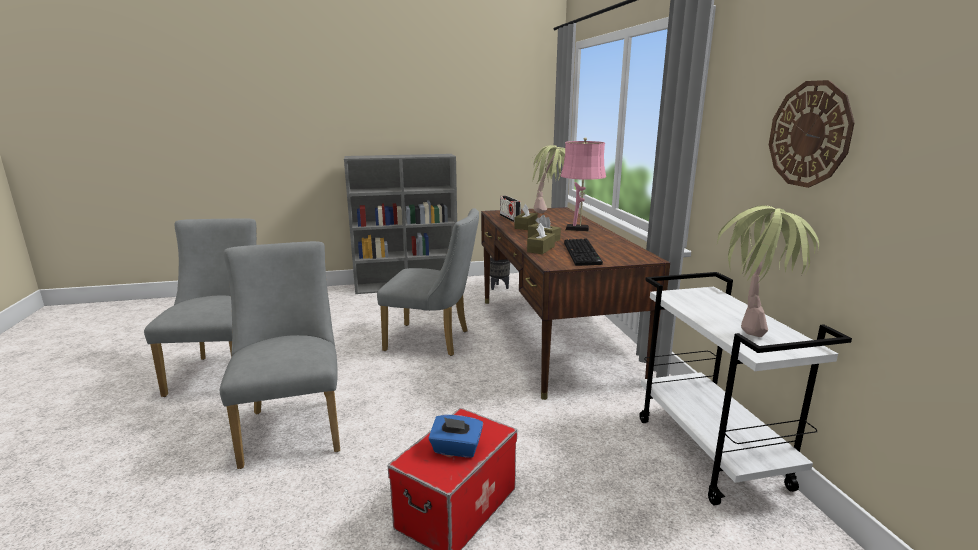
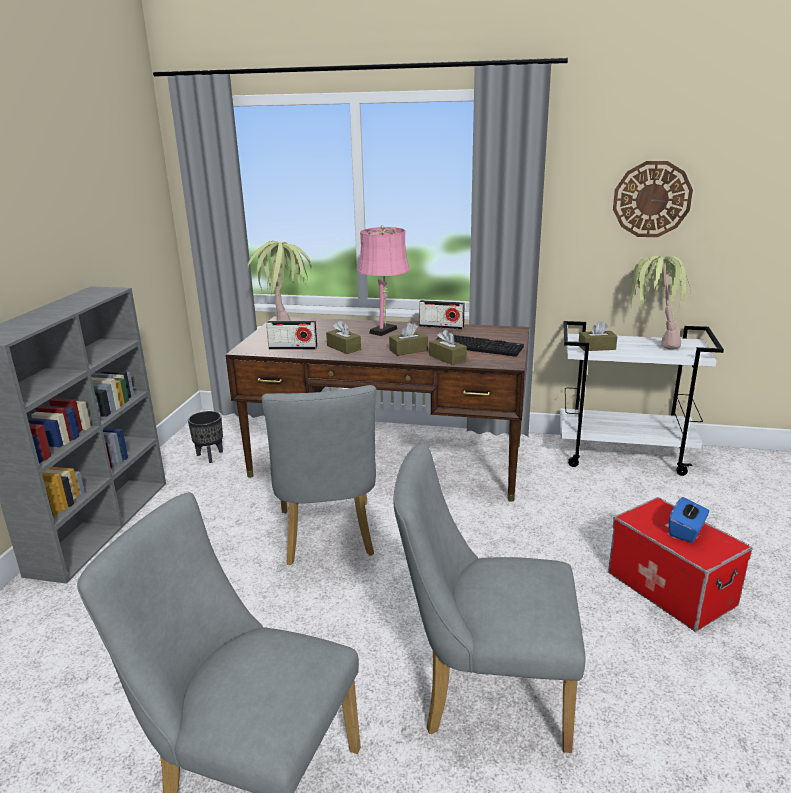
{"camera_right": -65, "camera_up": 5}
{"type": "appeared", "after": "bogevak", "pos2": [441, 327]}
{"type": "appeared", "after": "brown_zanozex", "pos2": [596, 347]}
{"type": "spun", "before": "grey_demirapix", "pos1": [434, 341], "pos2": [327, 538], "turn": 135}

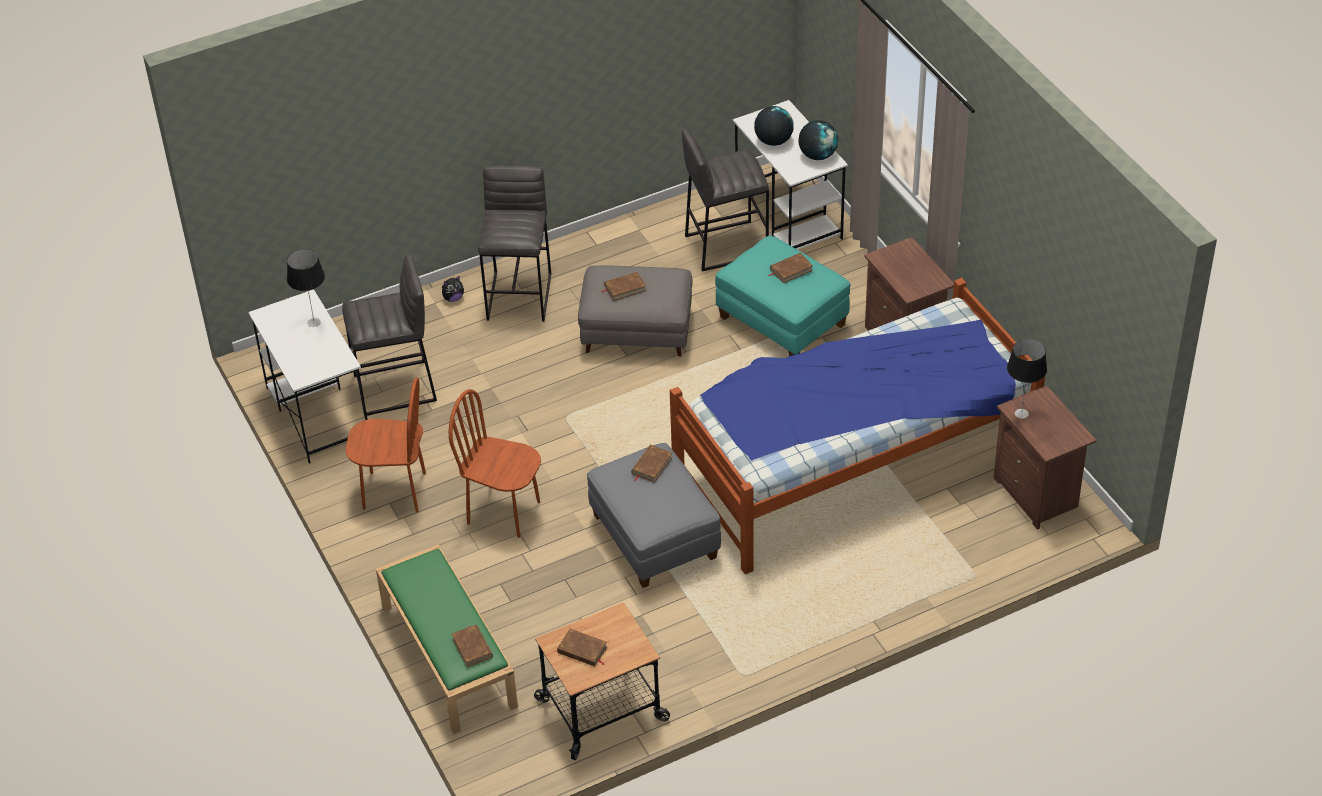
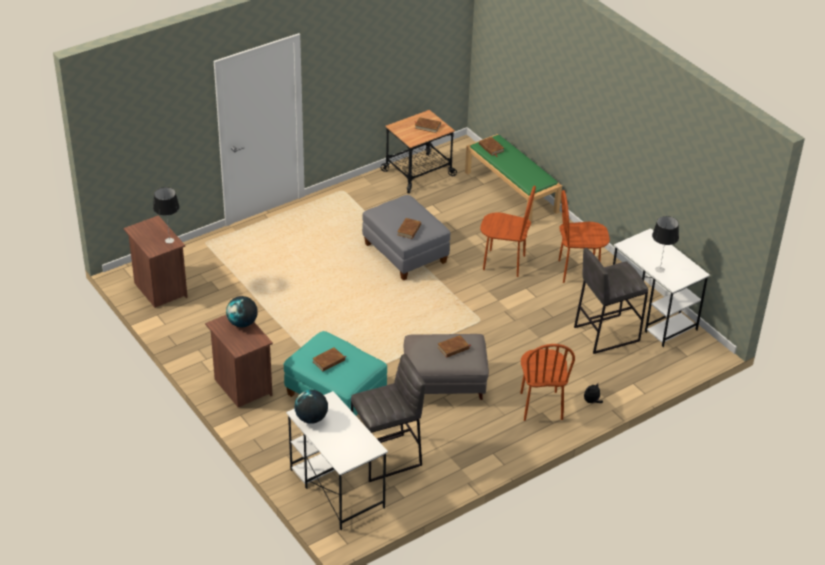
{"camera_right": 170, "camera_up": -5}
{"type": "missing", "before": "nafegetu", "pos1": [852, 463]}
{"type": "relocated", "before": "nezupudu", "pos1": [773, 141], "pos2": [242, 323]}
{"type": "exchanged", "before": "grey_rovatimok", "after": "brown_demirapix", "pos1": [520, 296], "pos2": [540, 406]}

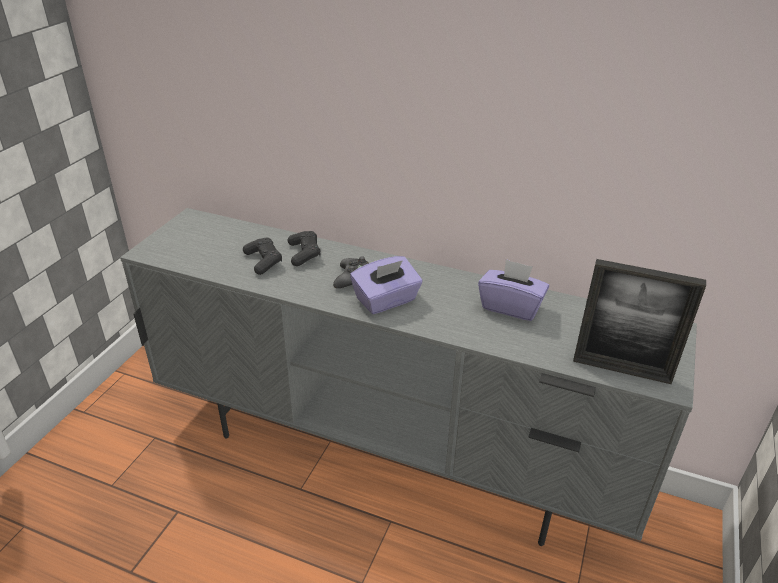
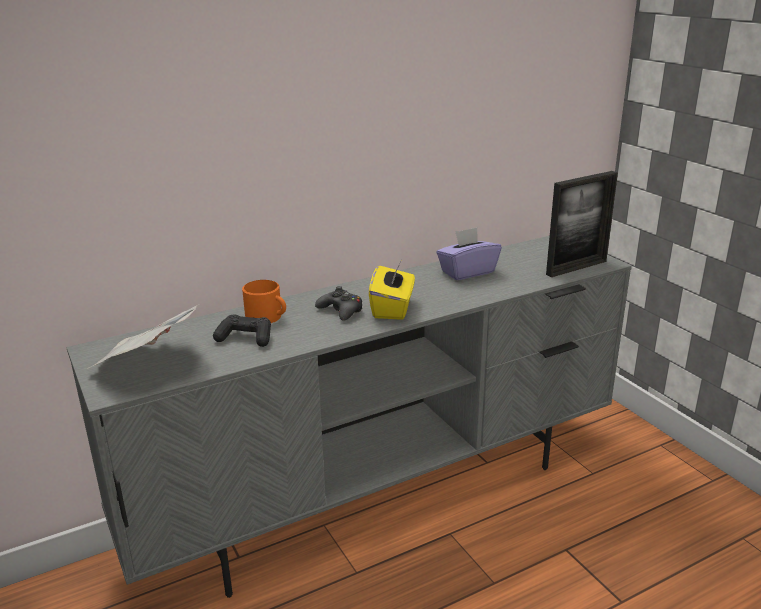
{"camera_right": -50, "camera_up": -10}
{"type": "appeared", "after": "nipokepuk", "pos2": [150, 363]}
{"type": "exchanged", "before": "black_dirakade", "after": "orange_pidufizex", "pos1": [304, 253], "pos2": [267, 317]}
{"type": "colour", "before": "purple_zanozex", "after": "yellow_zanozex", "pos1": [386, 300], "pos2": [392, 308]}

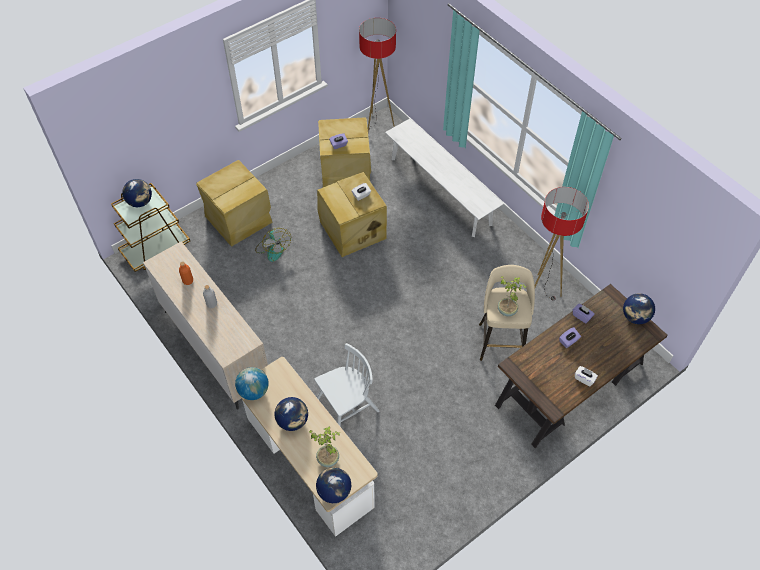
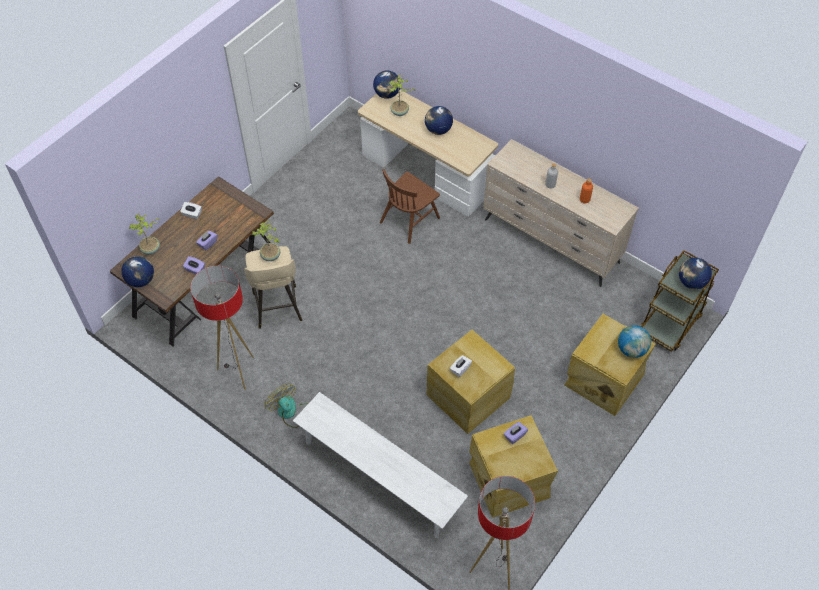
{"camera_right": 165, "camera_up": 0}
{"type": "appeared", "after": "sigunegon", "pos2": [151, 250]}
{"type": "relocated", "before": "nezupudu", "pos1": [254, 391], "pos2": [631, 350]}
{"type": "relocated", "before": "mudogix", "pos1": [273, 249], "pos2": [290, 412]}
{"type": "colour", "before": "white_demirapix", "after": "brown_demirapix", "pos1": [347, 407], "pos2": [409, 219]}

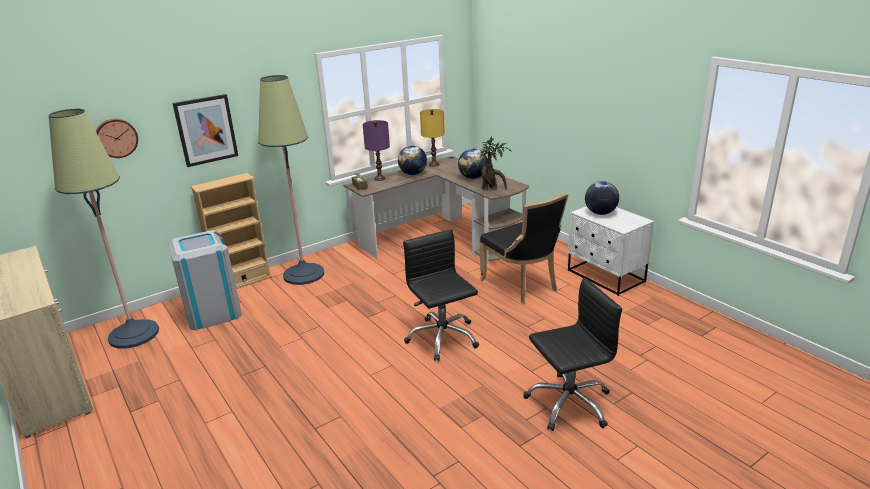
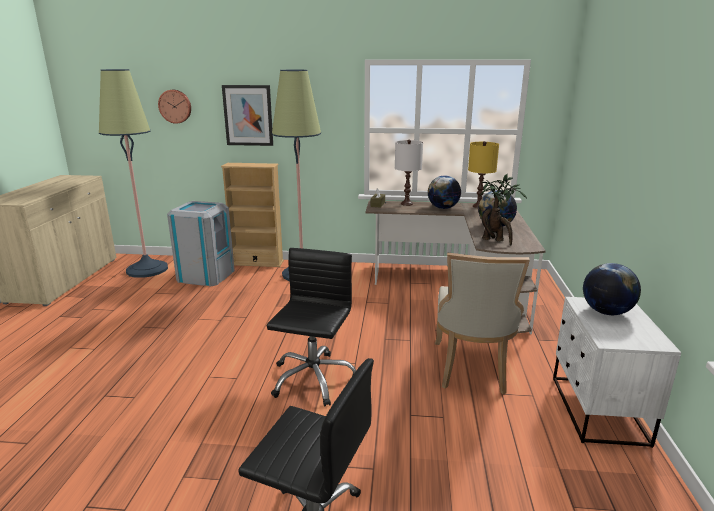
{"camera_right": 40, "camera_up": -5}
{"type": "colour", "before": "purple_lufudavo", "after": "white_lufudavo", "pos1": [379, 178], "pos2": [406, 203]}
{"type": "colour", "before": "black_demirapix", "after": "beige_demirapix", "pos1": [522, 285], "pos2": [471, 369]}

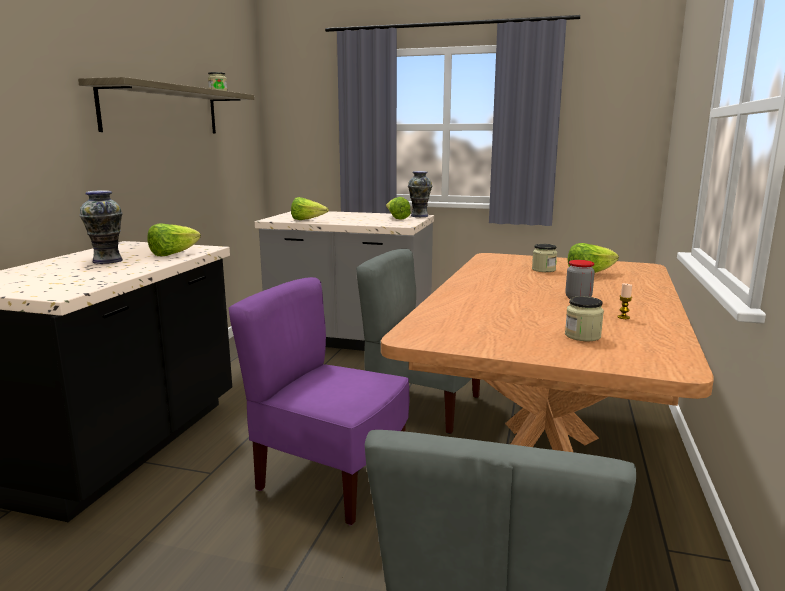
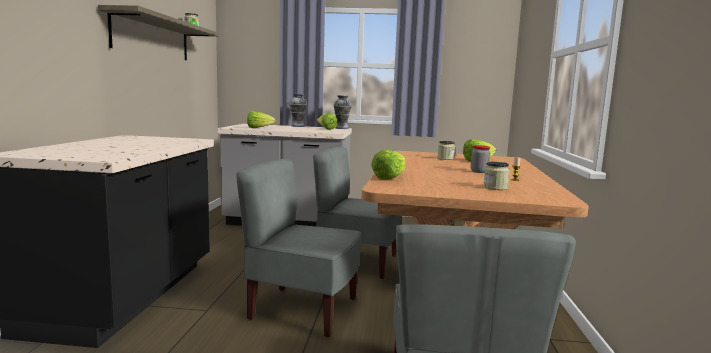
{"camera_right": -10, "camera_up": -5}
{"type": "relocated", "before": "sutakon", "pos1": [108, 261], "pos2": [298, 126]}
{"type": "relocated", "before": "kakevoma", "pos1": [173, 254], "pos2": [389, 178]}
{"type": "colour", "before": "purple_demirapix", "after": "grey_demirapix", "pos1": [330, 479], "pos2": [302, 310]}

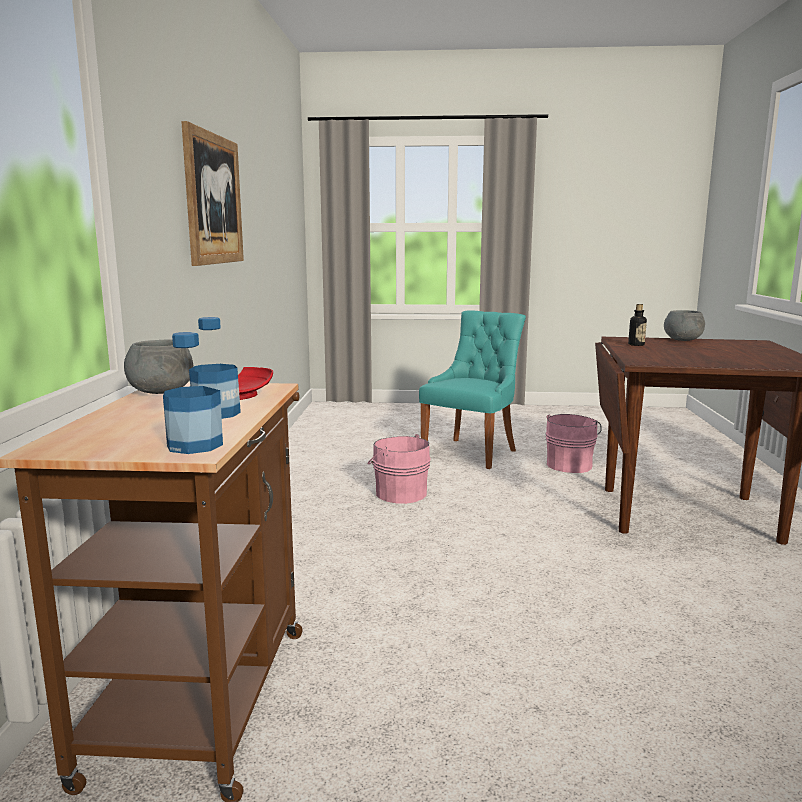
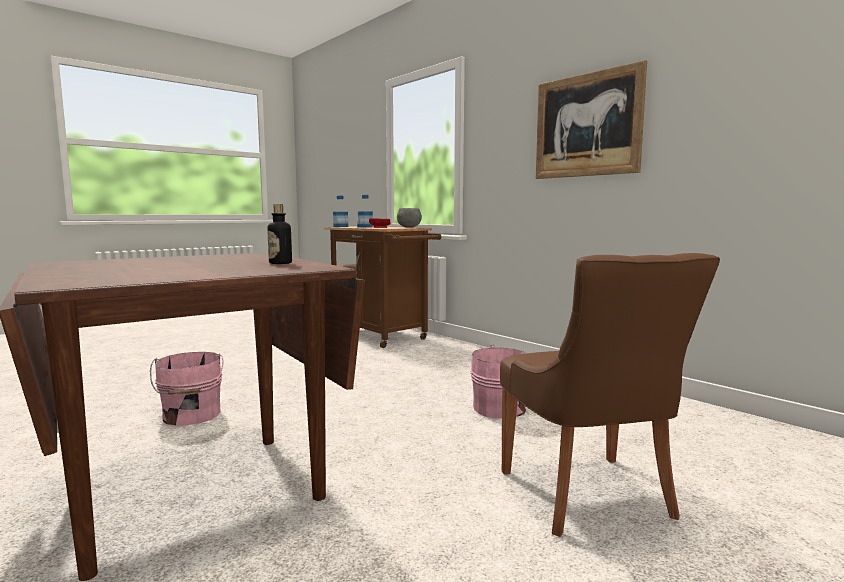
{"camera_right": 135, "camera_up": -5}
{"type": "missing", "before": "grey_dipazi", "pos1": [683, 340]}
{"type": "relocated", "before": "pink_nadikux", "pos1": [570, 465], "pos2": [191, 415]}
{"type": "colour", "before": "turquoise_demirapix", "after": "brown_demirapix", "pos1": [472, 452], "pos2": [589, 496]}

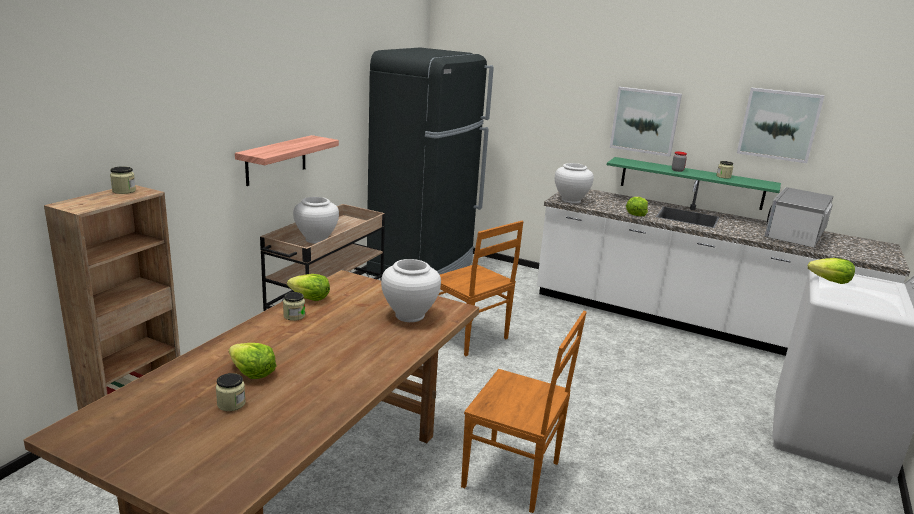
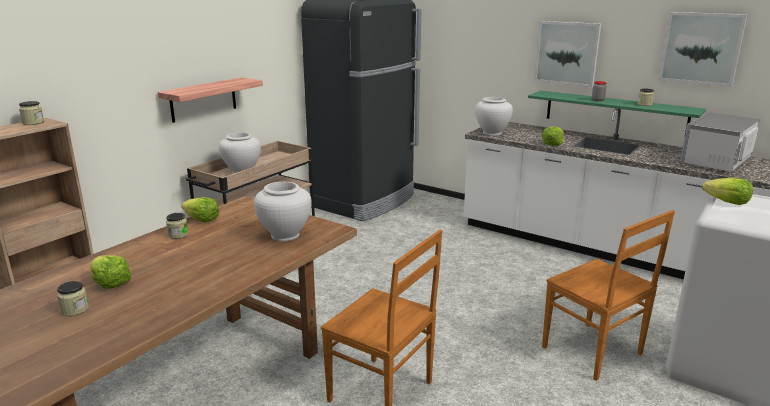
{"camera_right": 10, "camera_up": 0}
{"type": "relocated", "before": "brown_demirapix", "pos1": [470, 338], "pos2": [594, 352]}

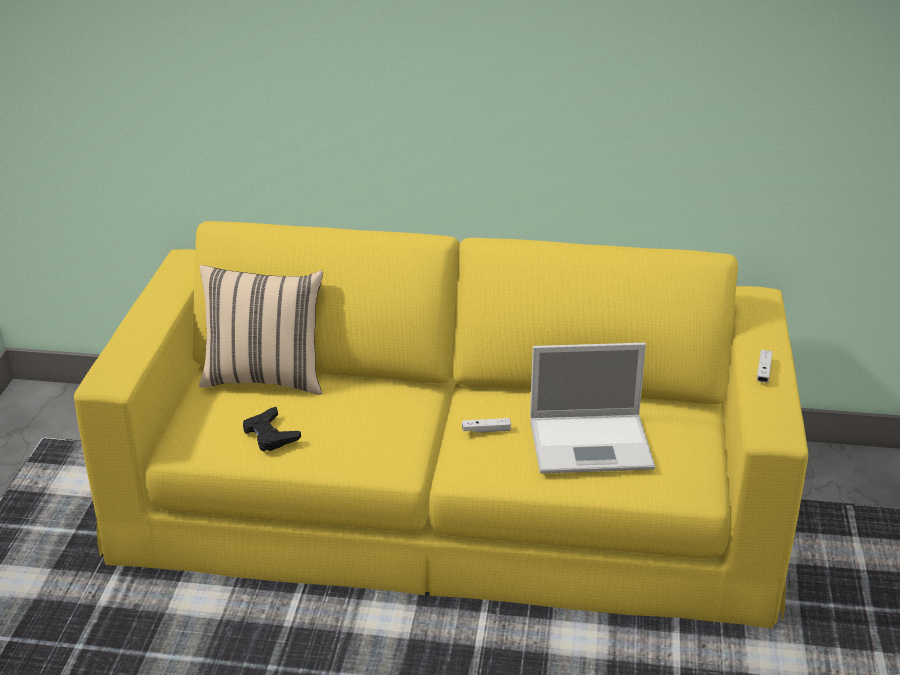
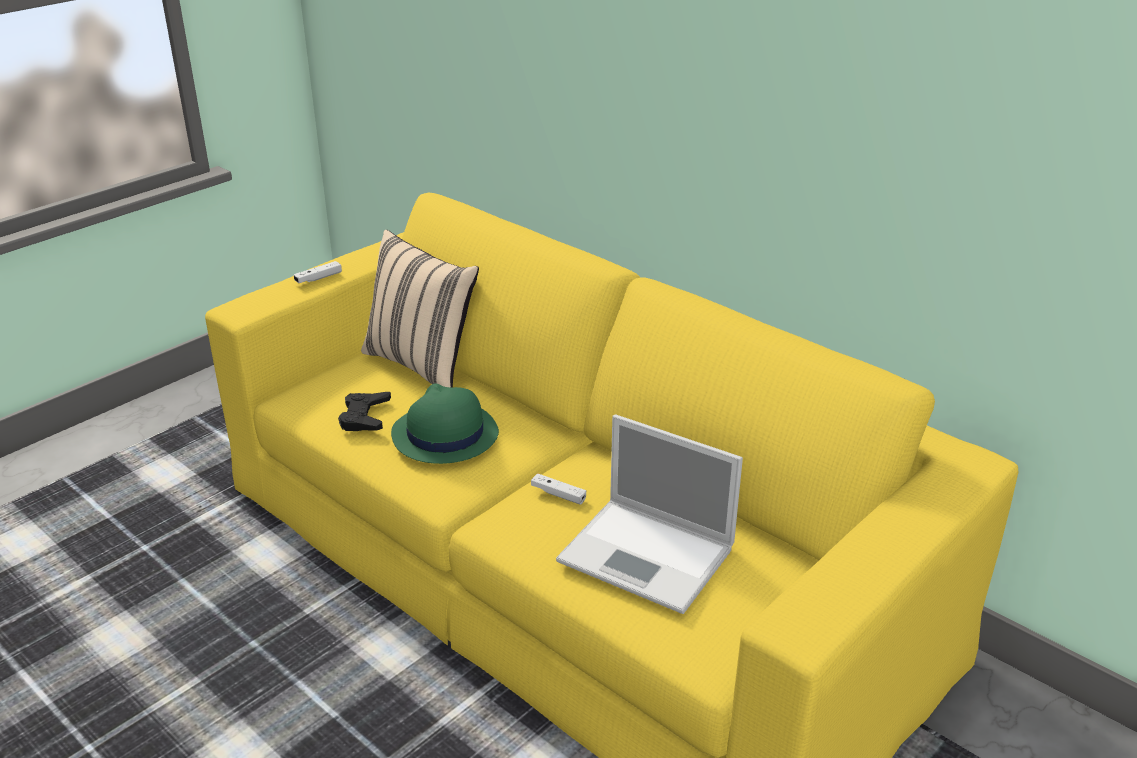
{"camera_right": 35, "camera_up": 0}
{"type": "appeared", "after": "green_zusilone", "pos2": [444, 435]}
{"type": "relocated", "before": "white_dirakade", "pos1": [763, 371], "pos2": [318, 278]}

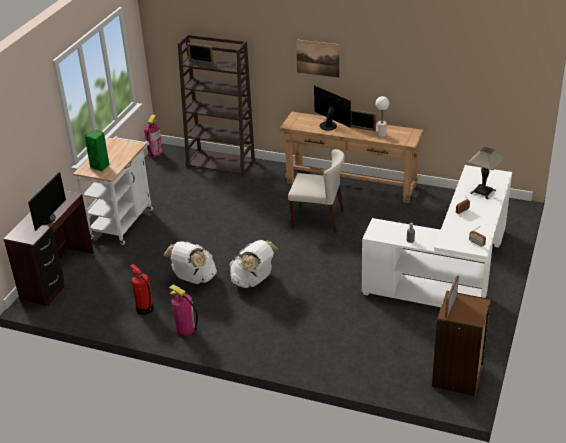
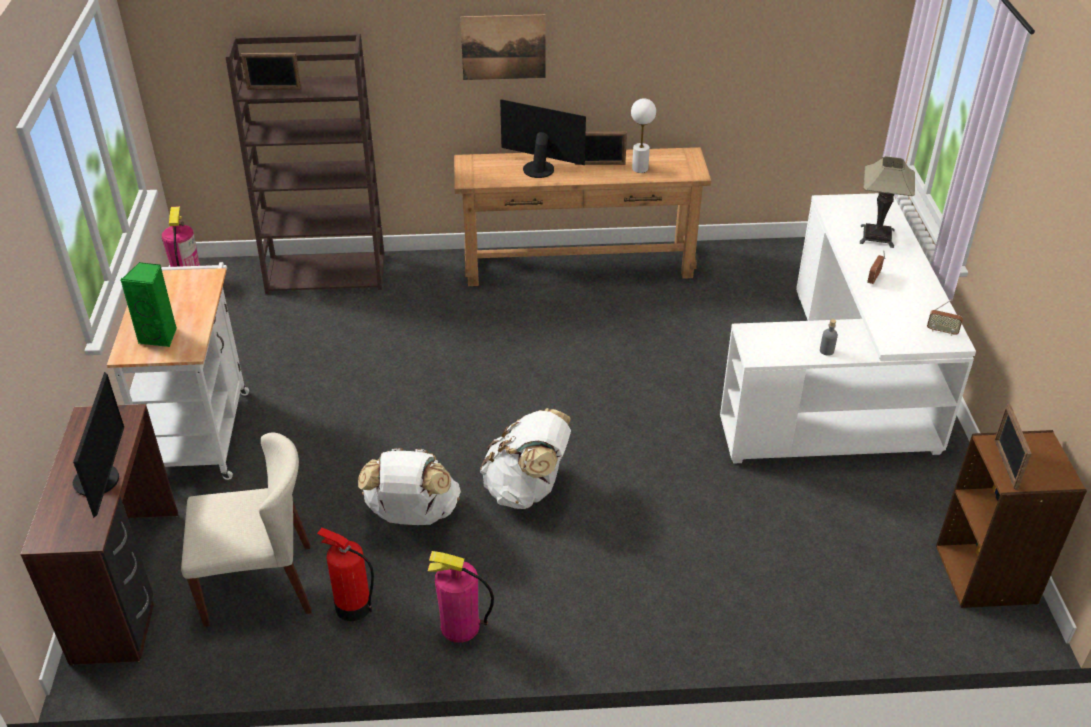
{"camera_right": -25, "camera_up": 5}
{"type": "relocated", "before": "beige_demirapix", "pos1": [318, 219], "pos2": [260, 584]}

